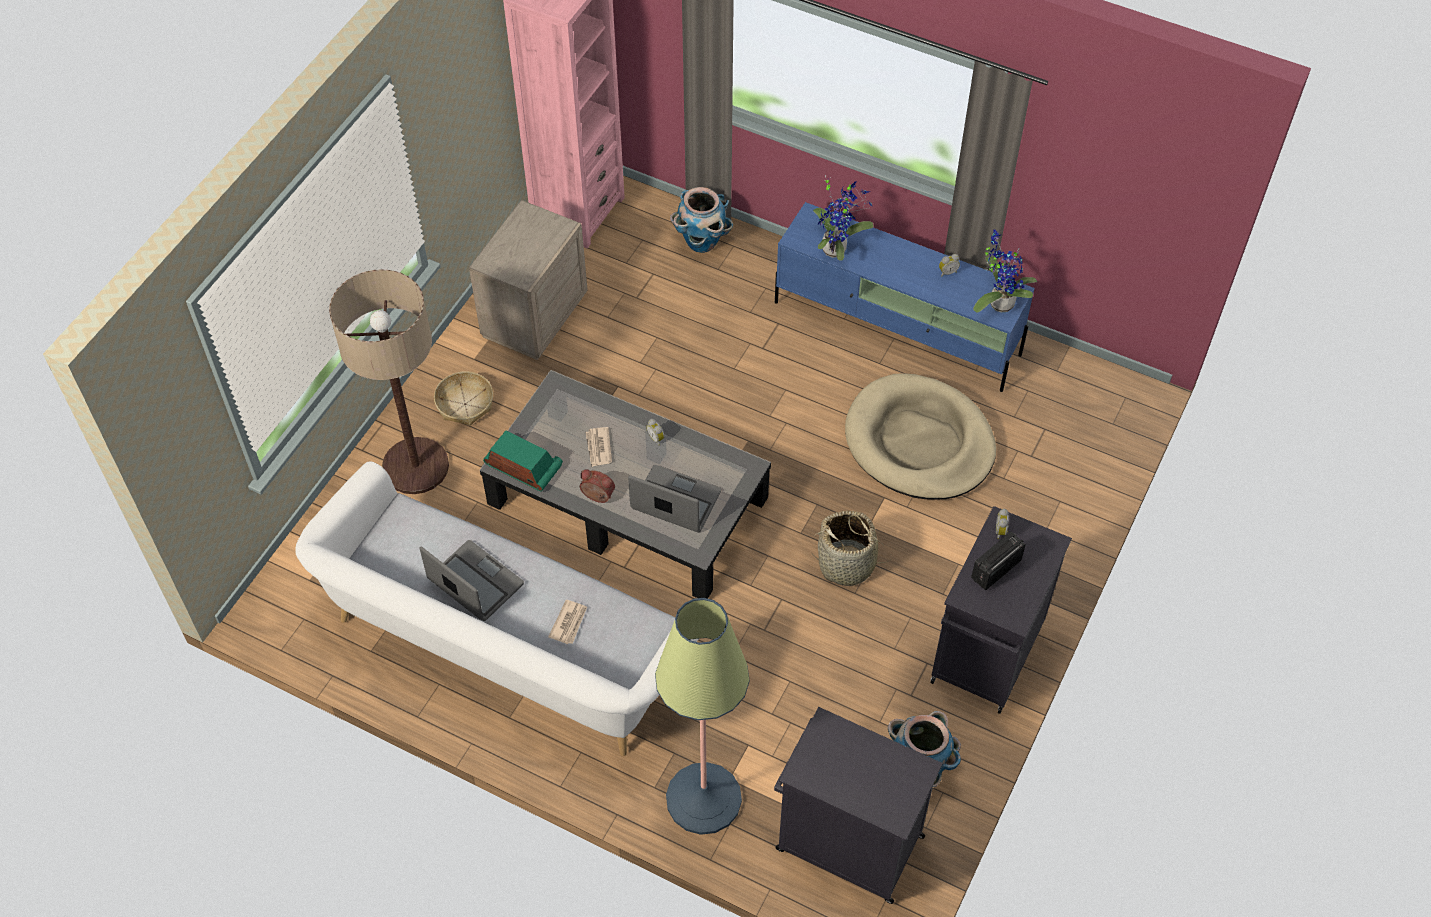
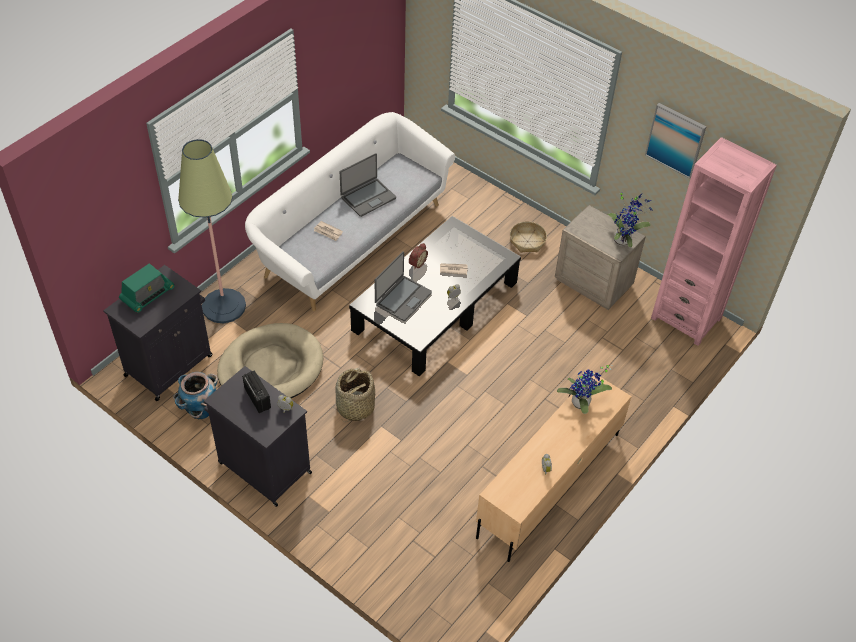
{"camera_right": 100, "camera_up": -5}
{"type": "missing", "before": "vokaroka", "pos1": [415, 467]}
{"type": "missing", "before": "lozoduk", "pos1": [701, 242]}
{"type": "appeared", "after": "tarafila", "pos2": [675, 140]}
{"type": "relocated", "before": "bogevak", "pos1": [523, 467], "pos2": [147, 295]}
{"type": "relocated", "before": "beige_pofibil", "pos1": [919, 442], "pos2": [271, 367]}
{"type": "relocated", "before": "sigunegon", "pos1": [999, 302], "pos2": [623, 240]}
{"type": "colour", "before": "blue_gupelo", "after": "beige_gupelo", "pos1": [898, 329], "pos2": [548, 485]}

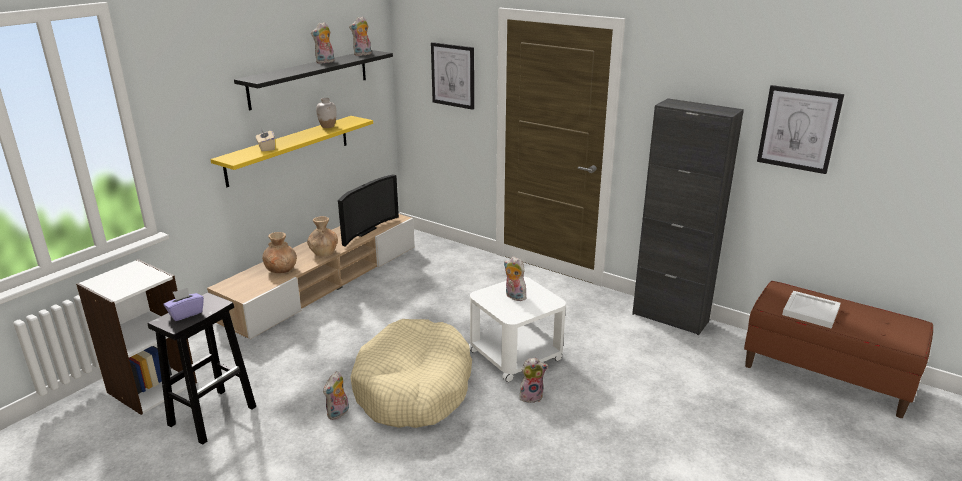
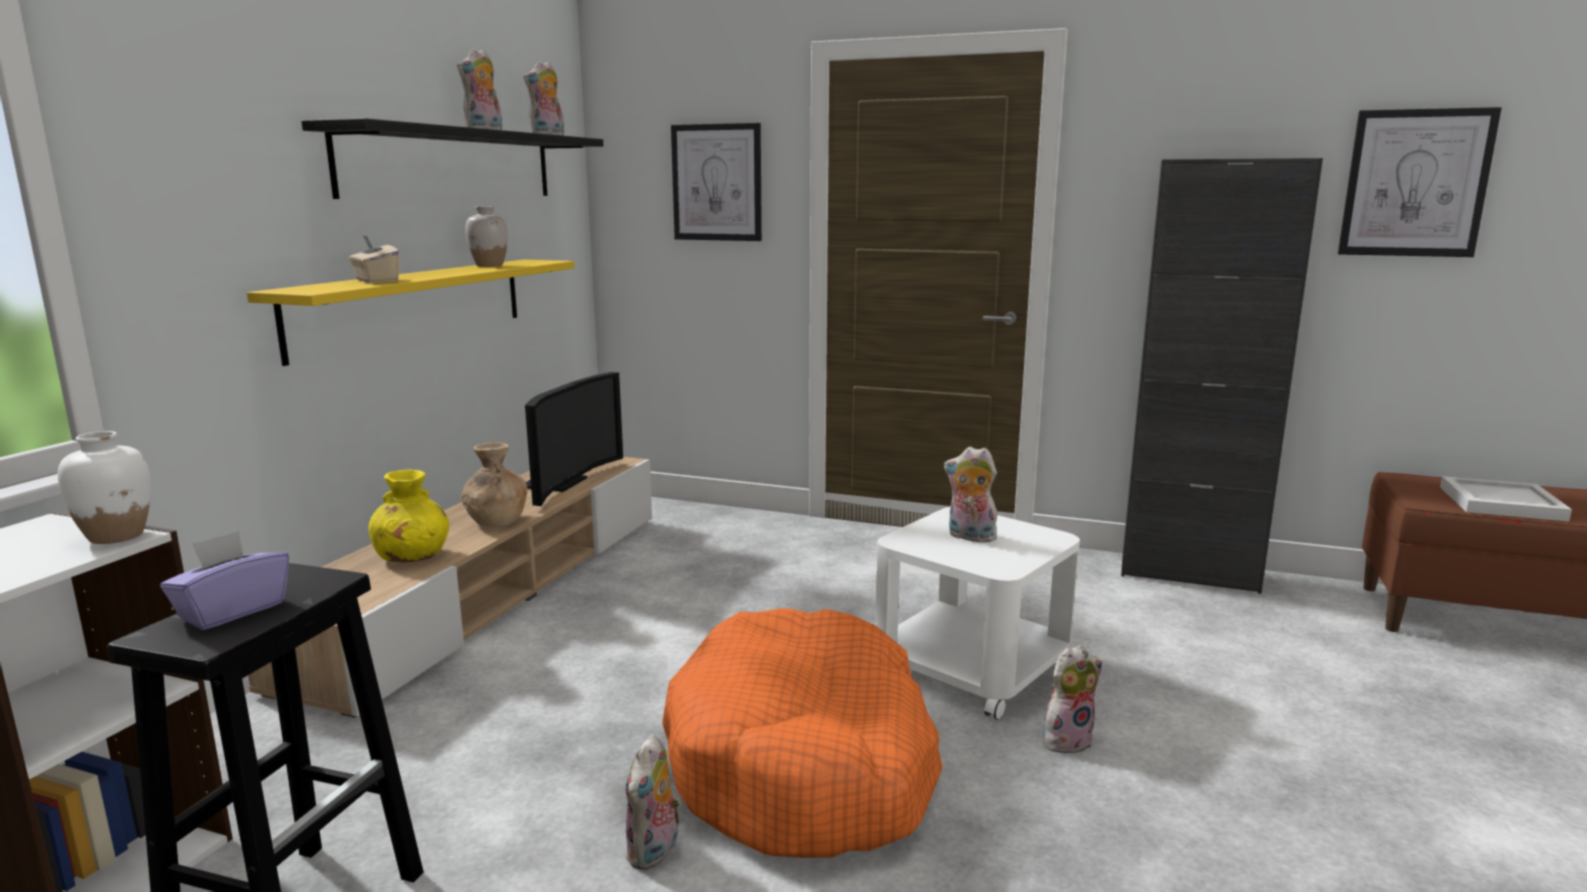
{"camera_right": -15, "camera_up": -10}
{"type": "appeared", "after": "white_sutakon", "pos2": [116, 536]}
{"type": "colour", "before": "brown_sutakon", "after": "yellow_sutakon", "pos1": [281, 269], "pos2": [413, 556]}
{"type": "colour", "before": "beige_pofibil", "after": "orange_pofibil", "pos1": [414, 388], "pos2": [804, 763]}

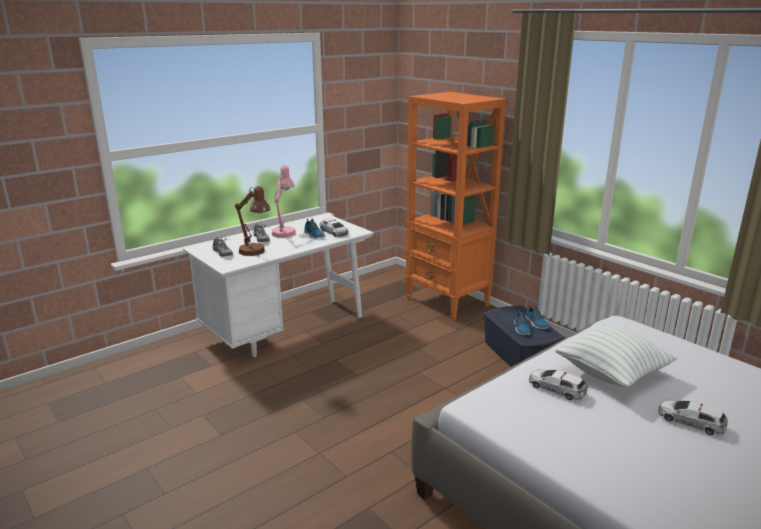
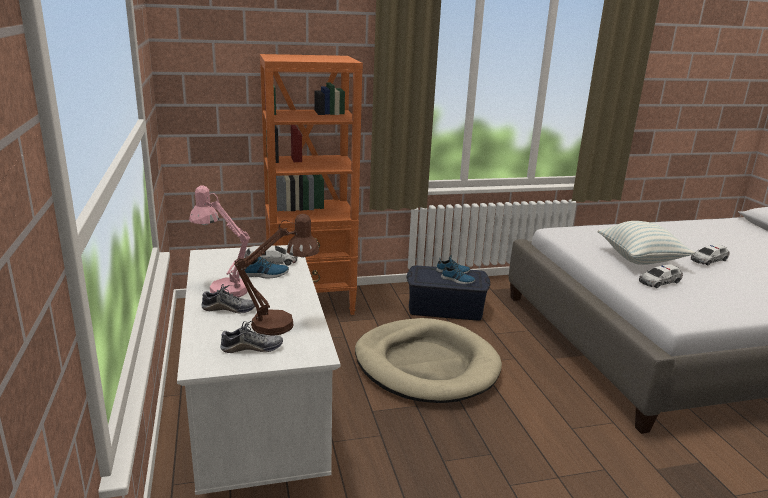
{"camera_right": -65, "camera_up": 0}
{"type": "appeared", "after": "beige_pofibil", "pos2": [426, 365]}

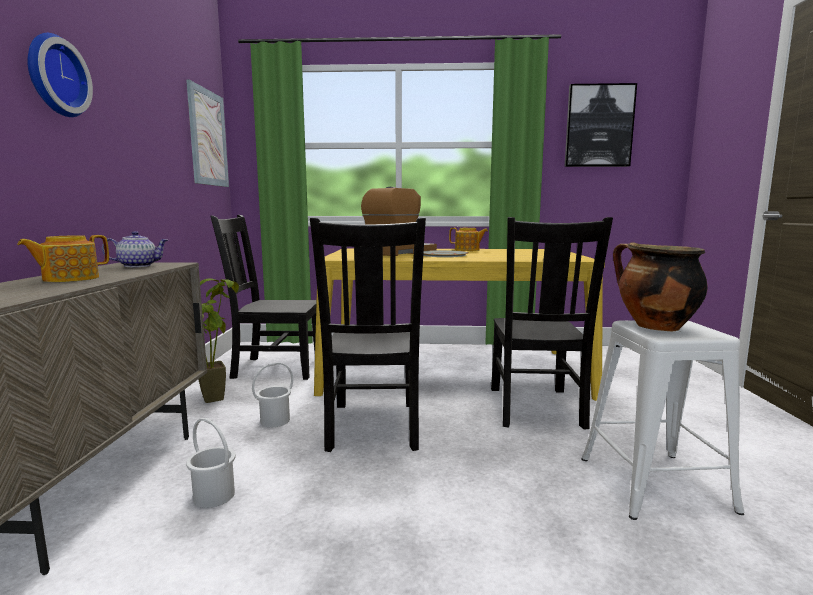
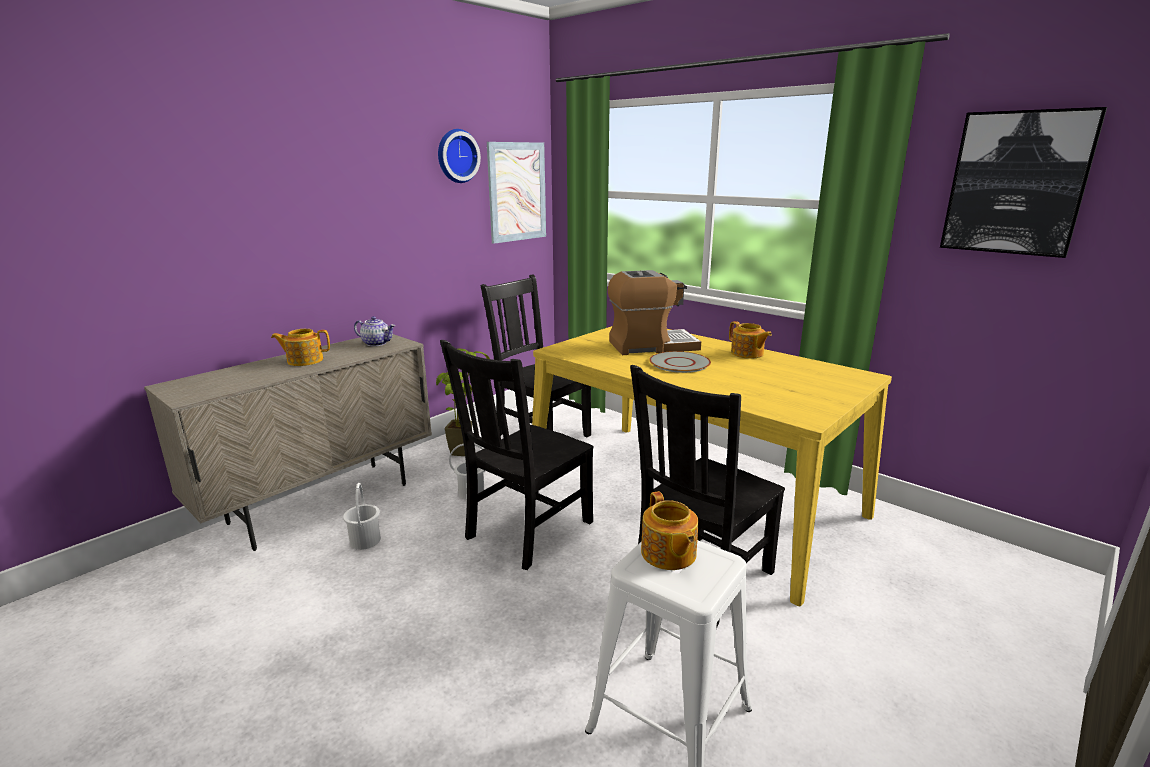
{"camera_right": 40, "camera_up": 10}
{"type": "relocated", "before": "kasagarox", "pos1": [54, 76], "pos2": [456, 156]}
{"type": "exchanged", "before": "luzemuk", "after": "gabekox", "pos1": [654, 327], "pos2": [668, 554]}

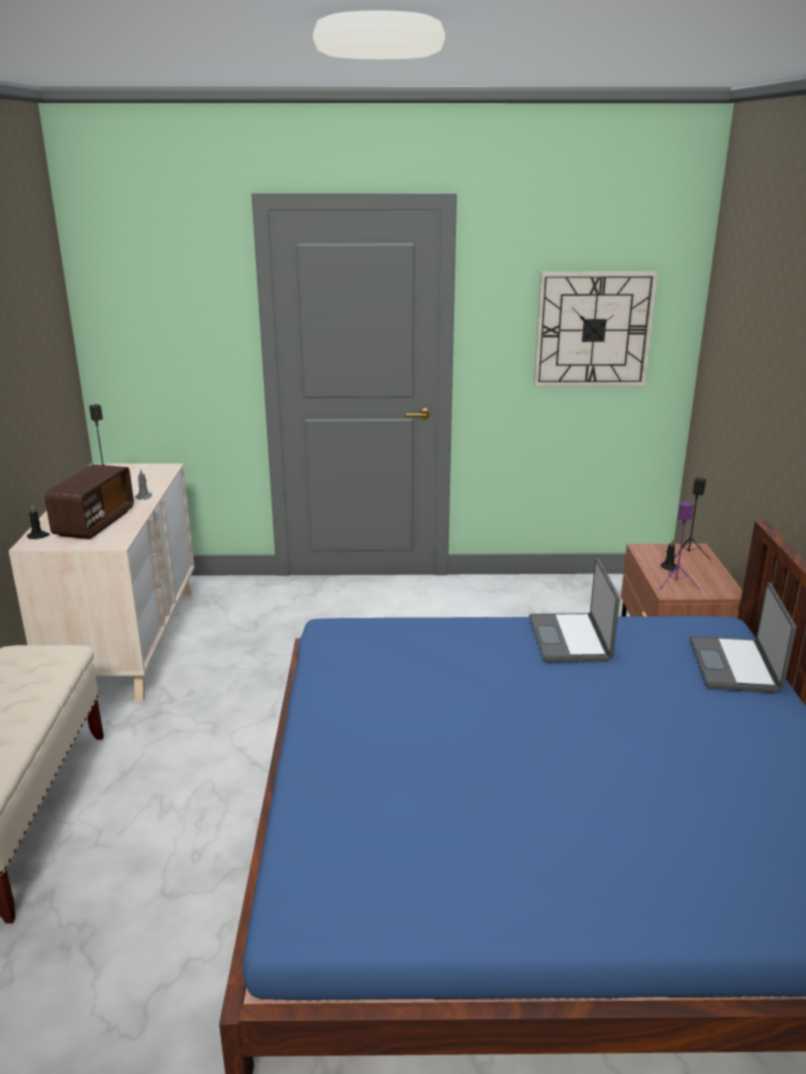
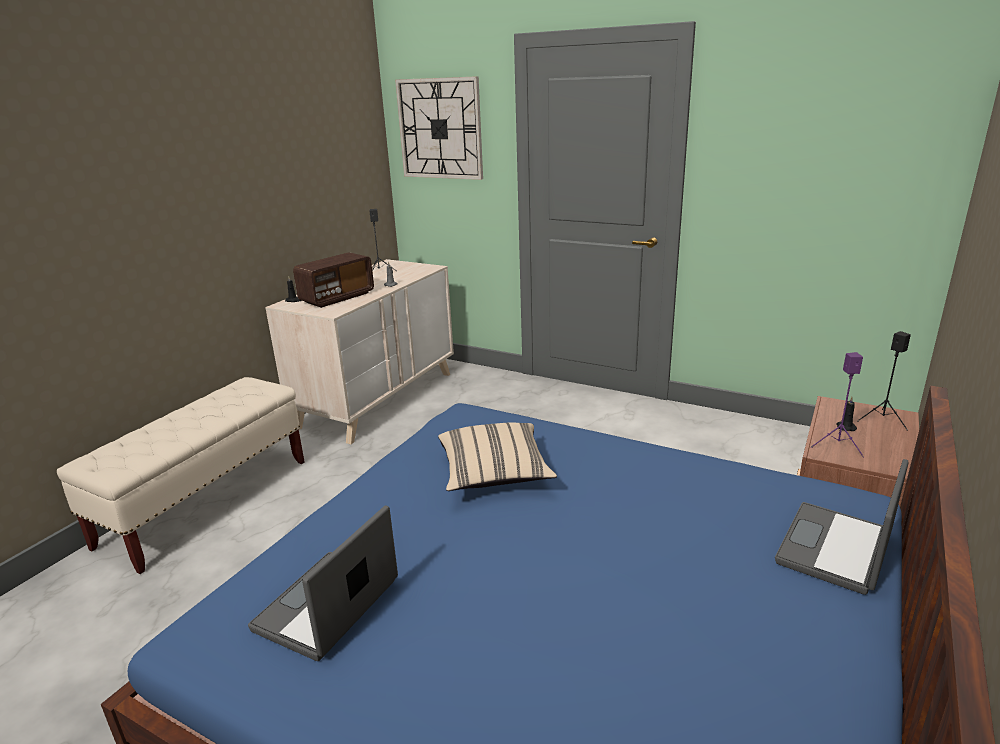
{"camera_right": 30, "camera_up": 0}
{"type": "appeared", "after": "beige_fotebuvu", "pos2": [494, 474]}
{"type": "relocated", "before": "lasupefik", "pos1": [571, 639], "pos2": [329, 606]}
{"type": "relocated", "before": "kasagarox", "pos1": [593, 330], "pos2": [440, 129]}

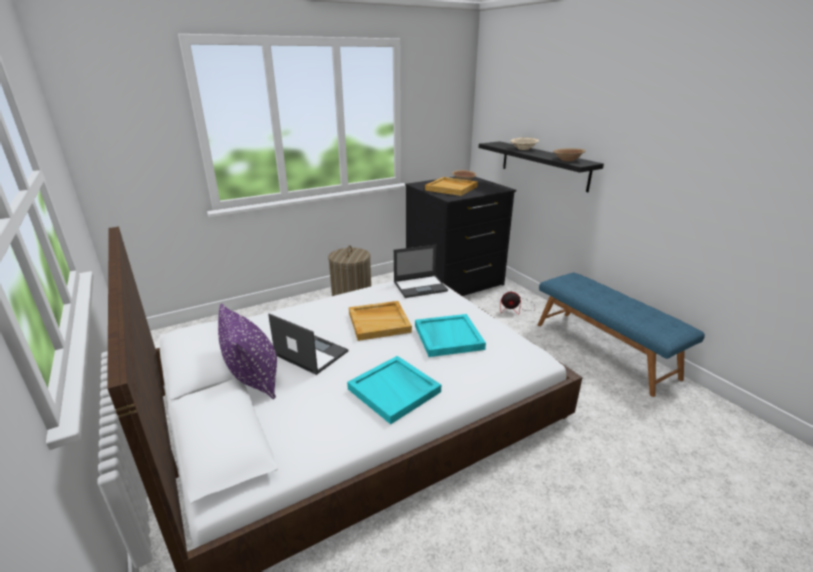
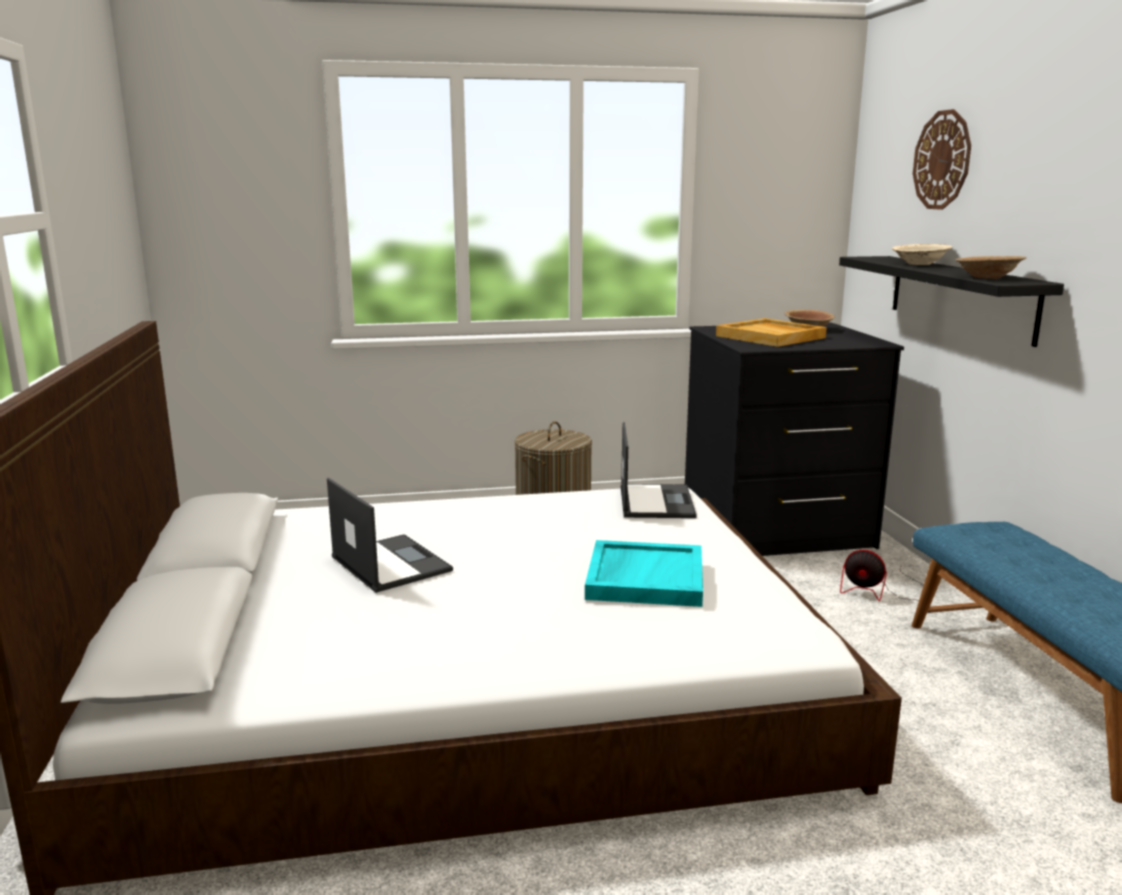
{"camera_right": 20, "camera_up": -10}
{"type": "missing", "before": "purple_fotebuvu", "pos1": [254, 379]}
{"type": "missing", "before": "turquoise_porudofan", "pos1": [395, 390]}
{"type": "missing", "before": "beige_porudofan", "pos1": [379, 322]}
{"type": "appeared", "after": "kasagarox", "pos2": [942, 160]}
{"type": "spun", "before": "lasupefik", "pos1": [421, 286], "pos2": [655, 501], "turn": -90}

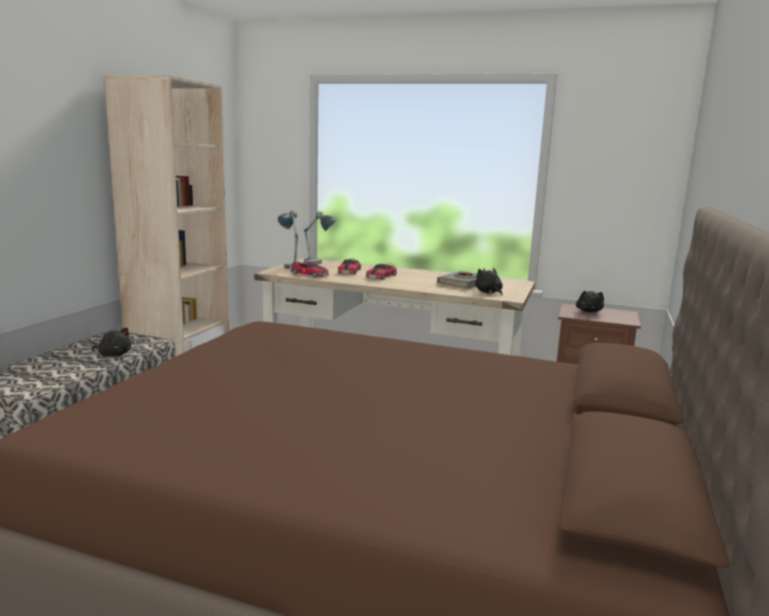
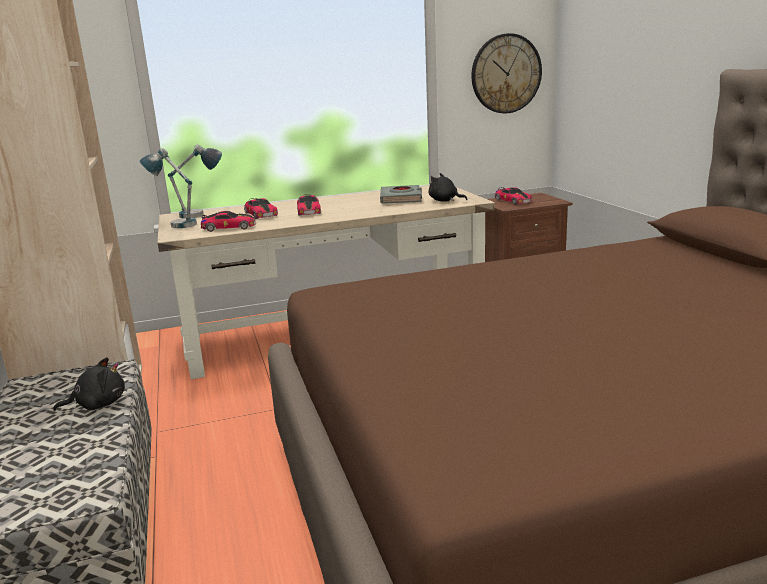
{"camera_right": -35, "camera_up": 5}
{"type": "appeared", "after": "kasagarox", "pos2": [506, 74]}
{"type": "exchanged", "before": "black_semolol", "after": "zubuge", "pos1": [589, 311], "pos2": [512, 201]}

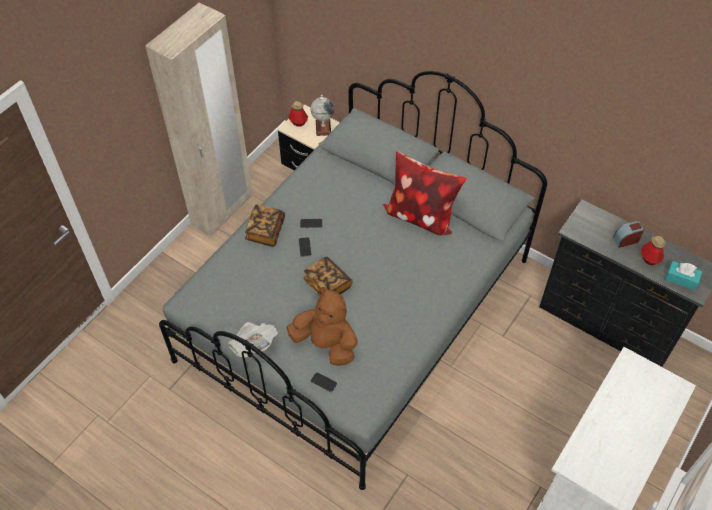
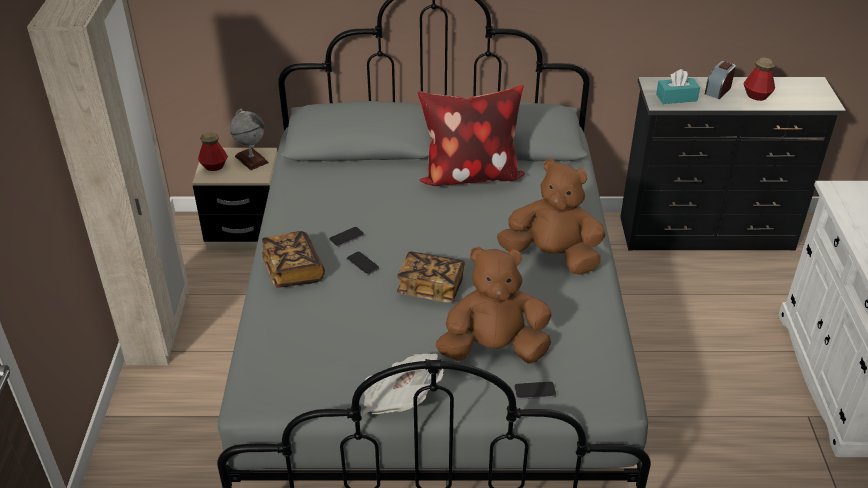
{"camera_right": -35, "camera_up": -15}
{"type": "appeared", "after": "brown_semolol", "pos2": [552, 257]}
{"type": "relocated", "before": "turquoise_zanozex", "pos1": [681, 279], "pos2": [676, 97]}

